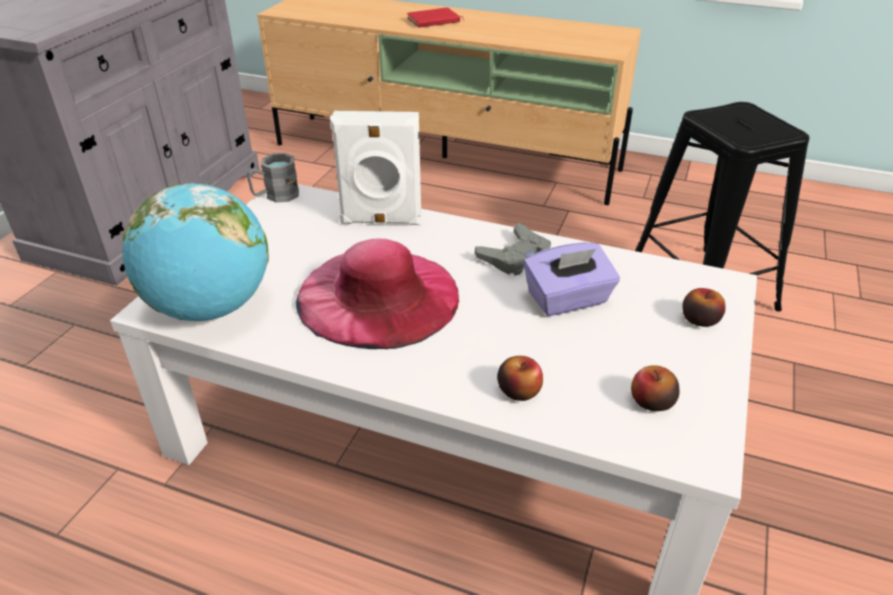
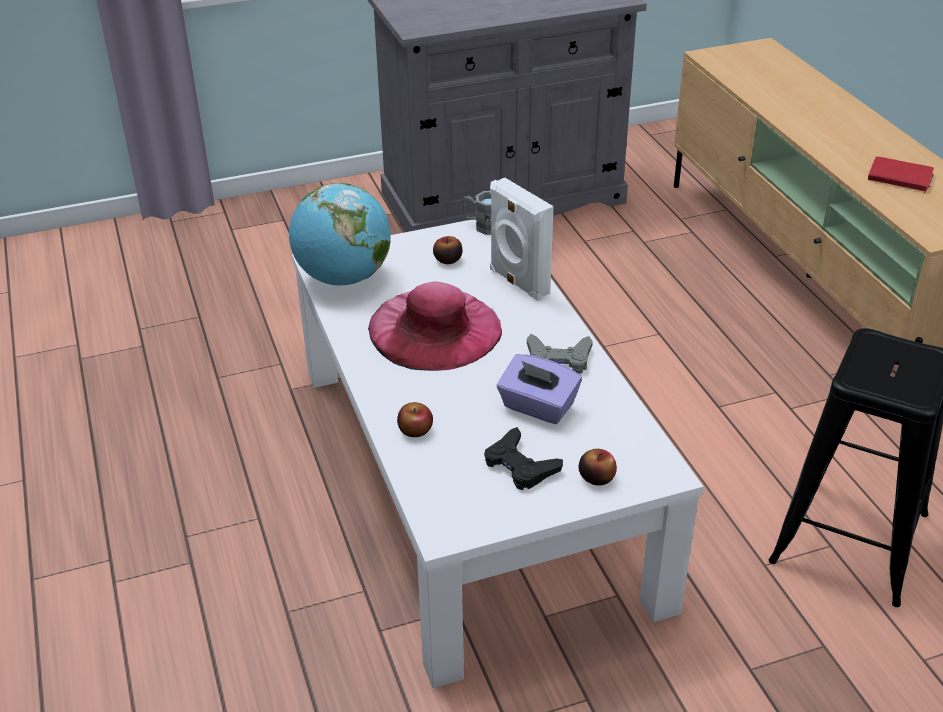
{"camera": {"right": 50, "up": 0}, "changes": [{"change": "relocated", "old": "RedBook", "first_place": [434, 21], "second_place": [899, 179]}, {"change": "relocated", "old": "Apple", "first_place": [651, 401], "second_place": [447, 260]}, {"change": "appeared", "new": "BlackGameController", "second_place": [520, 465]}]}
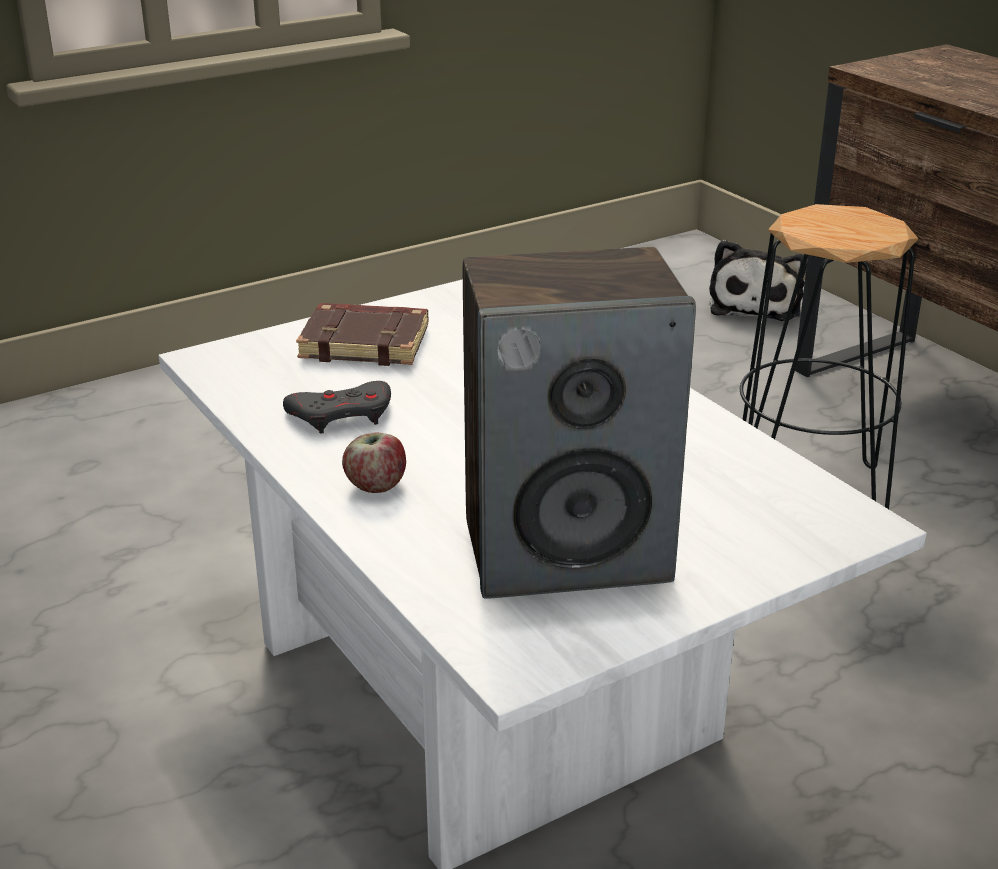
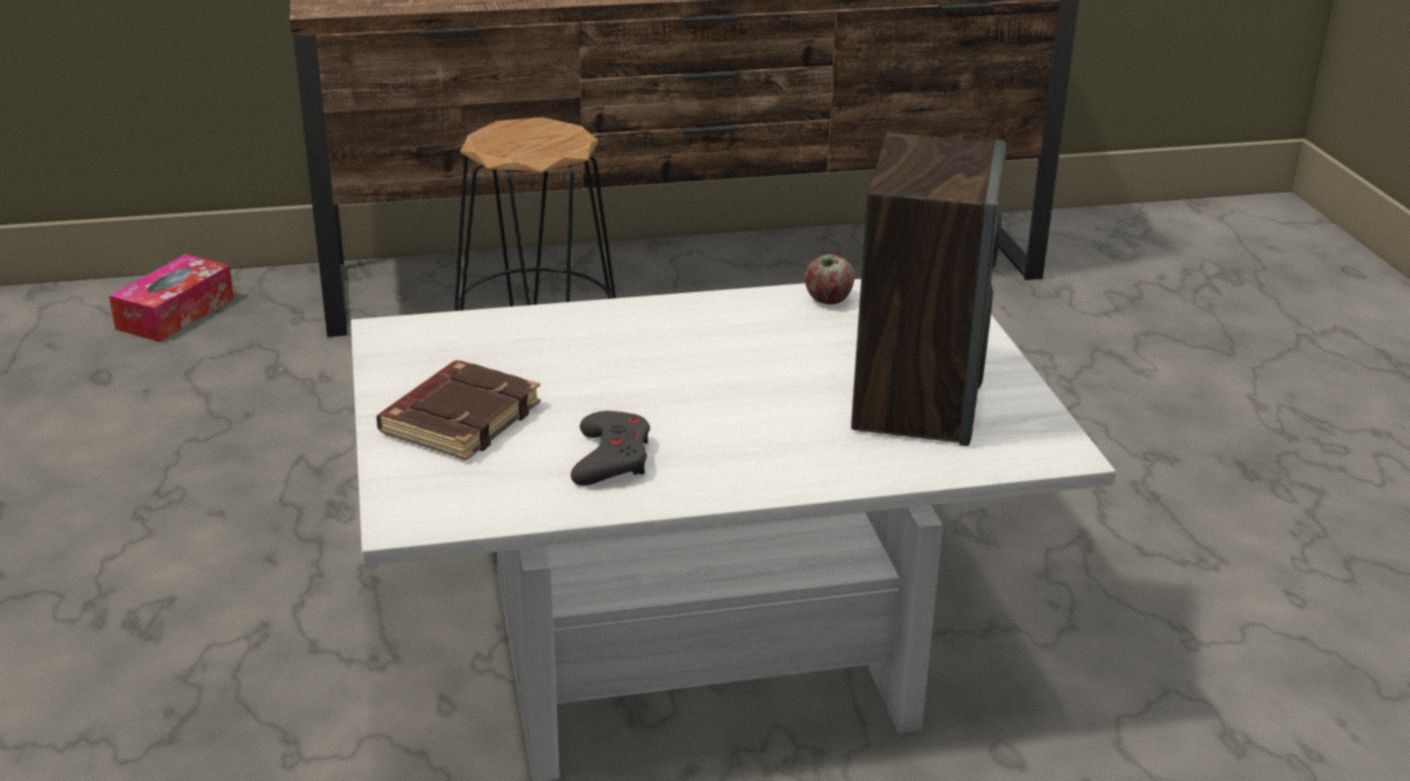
{"camera": {"right": -70, "up": 0}, "changes": [{"change": "exchanged", "old": "PlushToy", "new": "TissueBox", "first_place": [755, 304], "second_place": [175, 313]}, {"change": "relocated", "old": "Apple", "first_place": [375, 485], "second_place": [827, 300]}]}
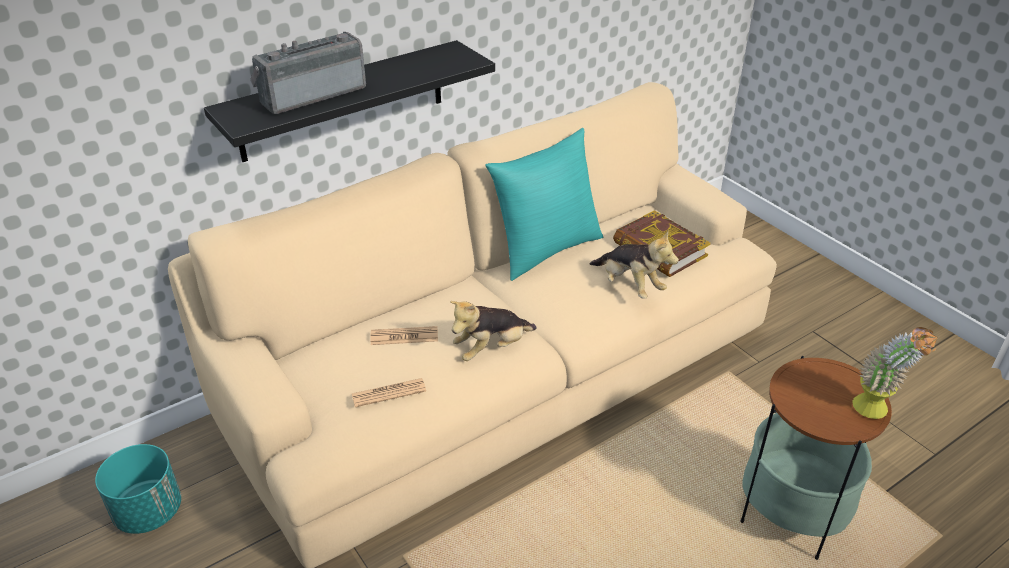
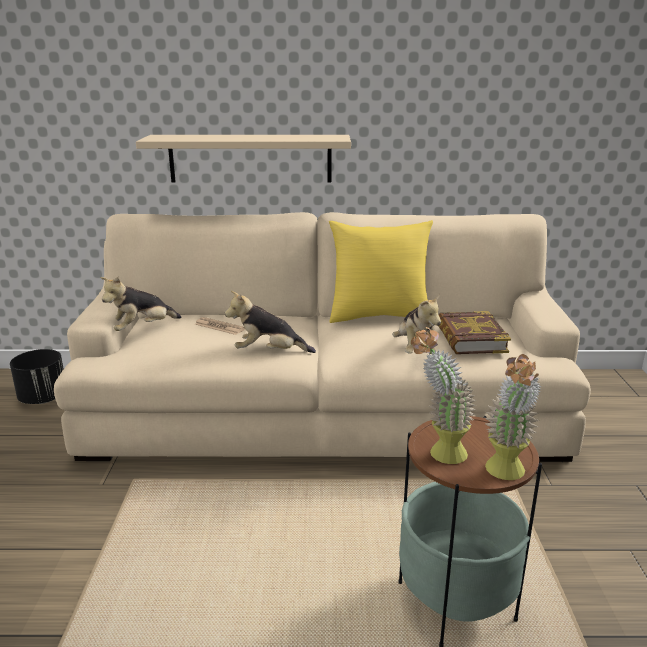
{"camera": {"right": 35, "up": -15}, "changes": [{"change": "missing", "old": "Radio", "first_place": [312, 94]}, {"change": "colour", "old": "BlackShelf", "new": "BeigeShelf", "first_place": [343, 101], "second_place": [250, 158]}, {"change": "colour", "old": "TurquoisePillow", "new": "YellowPillow", "first_place": [546, 250], "second_place": [379, 316]}, {"change": "missing", "old": "Newspaper", "first_place": [389, 393]}, {"change": "colour", "old": "TurquoisePlanter", "new": "BlackPlanter", "first_place": [148, 511], "second_place": [43, 398]}, {"change": "appeared", "new": "PlushToy", "second_place": [142, 328]}, {"change": "appeared", "new": "PottedPlant", "second_place": [438, 453]}]}
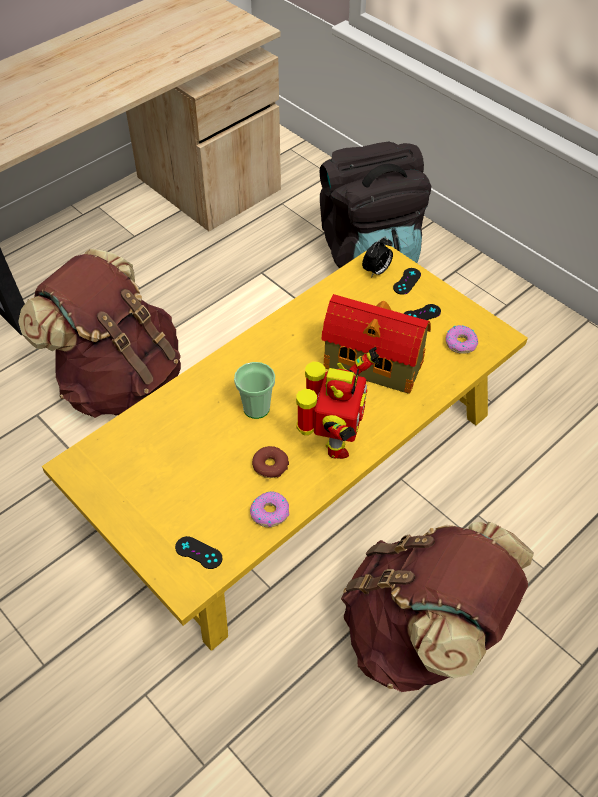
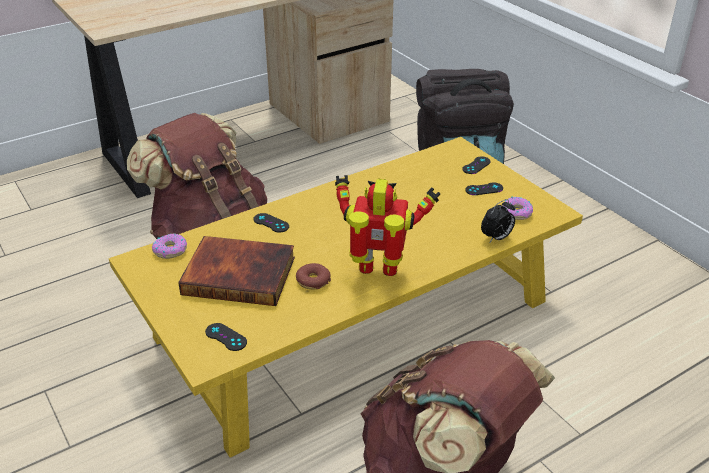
{"camera": {"right": 10, "up": -15}, "changes": [{"change": "relocated", "old": "AlarmClock", "first_place": [376, 271], "second_place": [496, 238]}, {"change": "missing", "old": "ToyHouse", "first_place": [375, 366]}, {"change": "spun", "old": "ToyRobot", "first_place": [335, 443], "second_place": [379, 271], "degrees": -105}, {"change": "missing", "old": "Cup", "first_place": [256, 408]}, {"change": "relocated", "old": "Donut", "first_place": [269, 512], "second_place": [170, 250]}, {"change": "appeared", "new": "BlackGameController", "second_place": [271, 223]}, {"change": "appeared", "new": "Book", "second_place": [240, 274]}]}
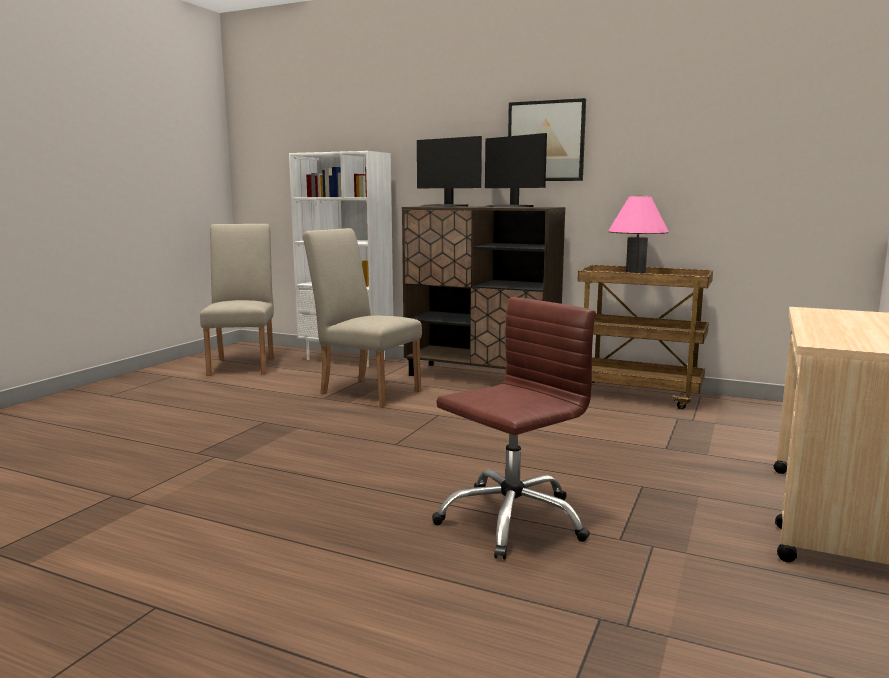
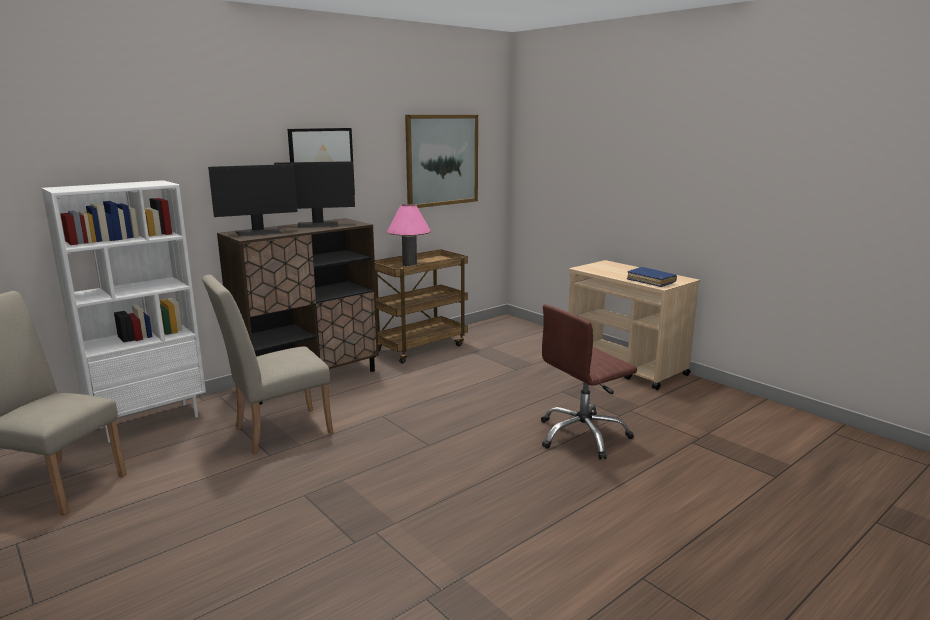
{"camera": {"right": -65, "up": 5}, "changes": [{"change": "spun", "old": "BrownOfficeChair", "first_place": [511, 519], "second_place": [582, 436], "degrees": -105}, {"change": "appeared", "new": "Picture", "second_place": [442, 160]}, {"change": "appeared", "new": "BlueBook", "second_place": [651, 281]}]}
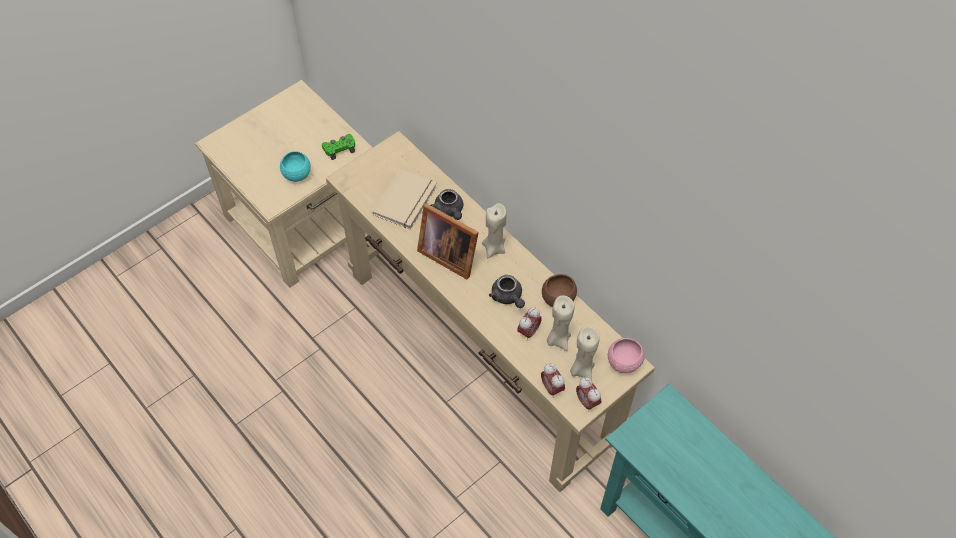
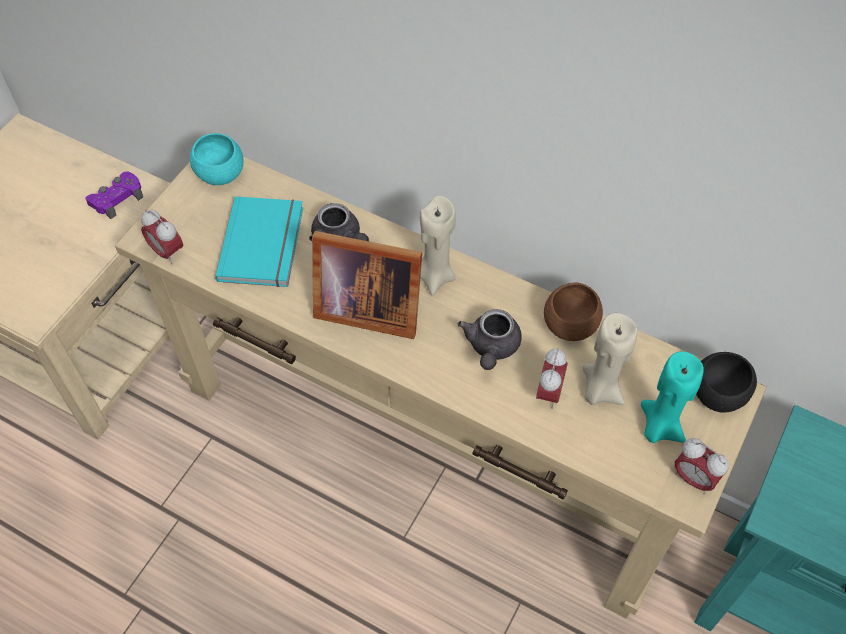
{"camera": {"right": -20, "up": 0}, "changes": [{"change": "colour", "old": "GreenGameController", "new": "PurpleGameController", "first_place": [339, 148], "second_place": [117, 198]}, {"change": "relocated", "old": "TurquoiseBowl", "first_place": [297, 174], "second_place": [220, 174]}, {"change": "colour", "old": "BeigeBook", "new": "TurquoiseBook", "first_place": [407, 201], "second_place": [264, 243]}, {"change": "spun", "old": "GreyTeapot", "first_place": [508, 297], "second_place": [491, 347], "degrees": 60}, {"change": "colour", "old": "BeigeCandle", "new": "TurquoiseCandle", "first_place": [581, 369], "second_place": [659, 427]}, {"change": "colour", "old": "PinkBowl", "new": "BlackBowl", "first_place": [624, 362], "second_place": [717, 394]}, {"change": "relocated", "old": "AlarmClock", "first_place": [551, 388], "second_place": [167, 252]}]}
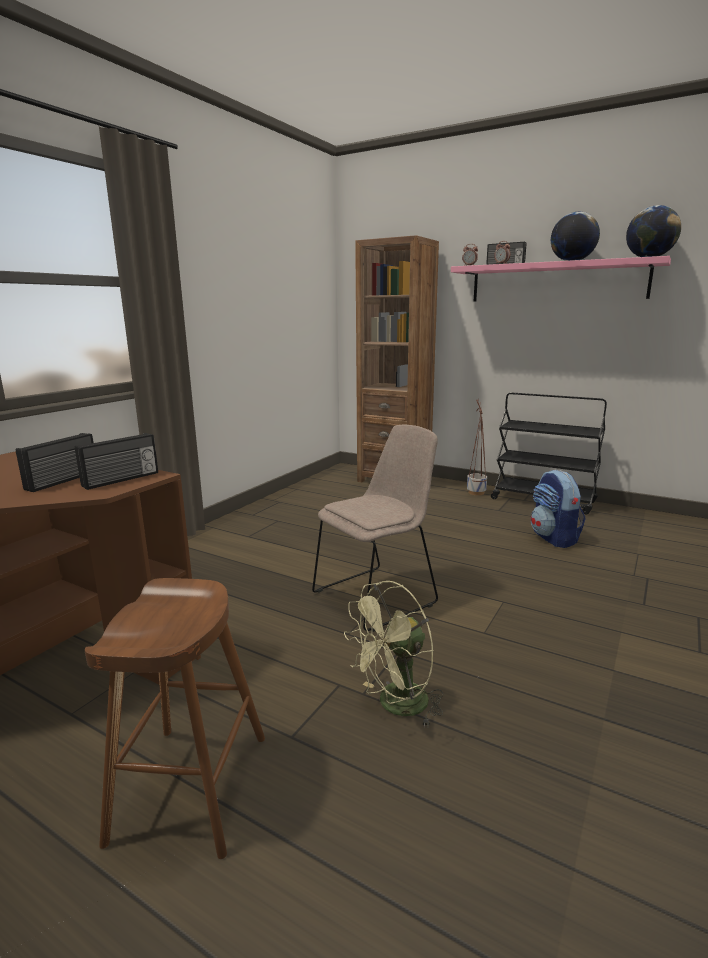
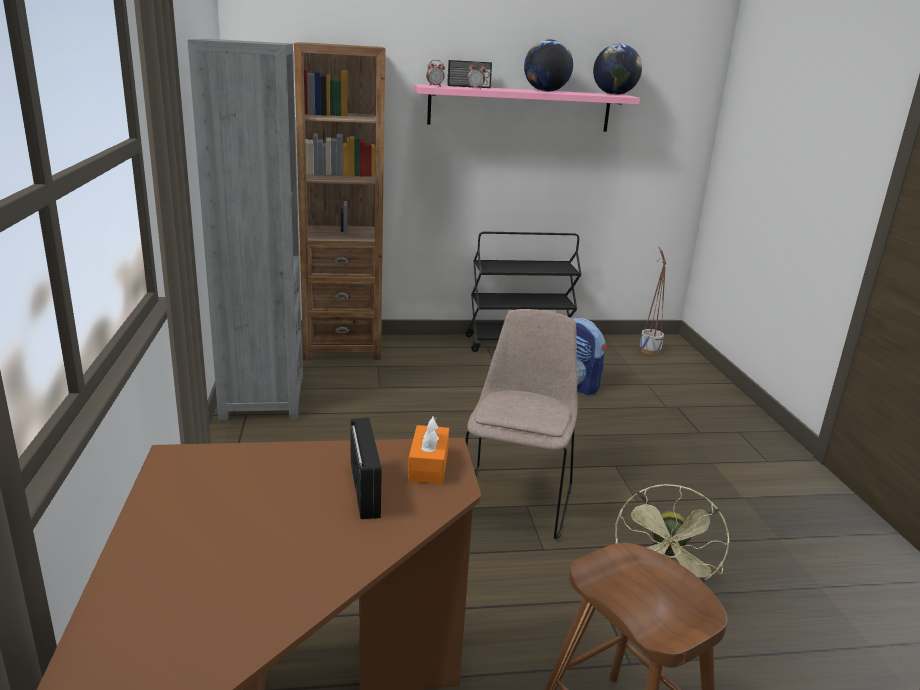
{"camera": {"right": -40, "up": 5}, "changes": [{"change": "relocated", "old": "Planter", "first_place": [476, 492], "second_place": [649, 351]}, {"change": "exchanged", "old": "Radio", "new": "OrangeTissueBox", "first_place": [121, 479], "second_place": [428, 465]}, {"change": "appeared", "new": "GreyBookcase", "second_place": [262, 399]}]}
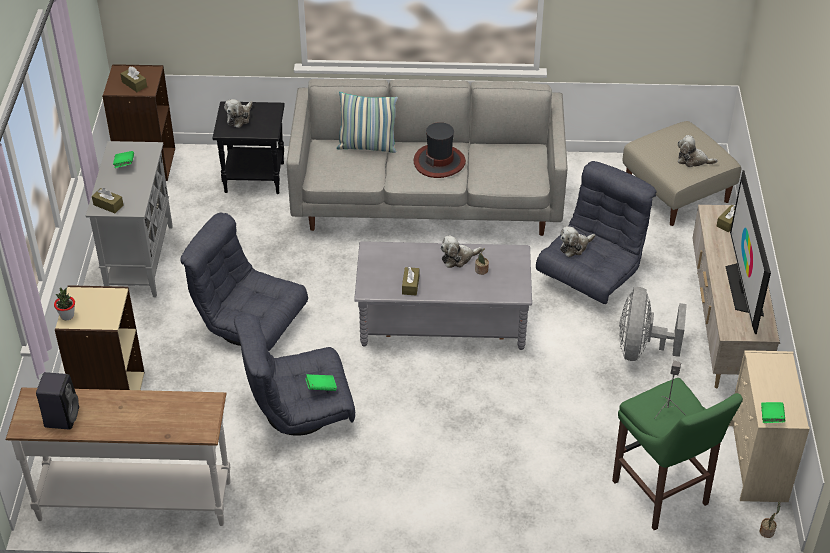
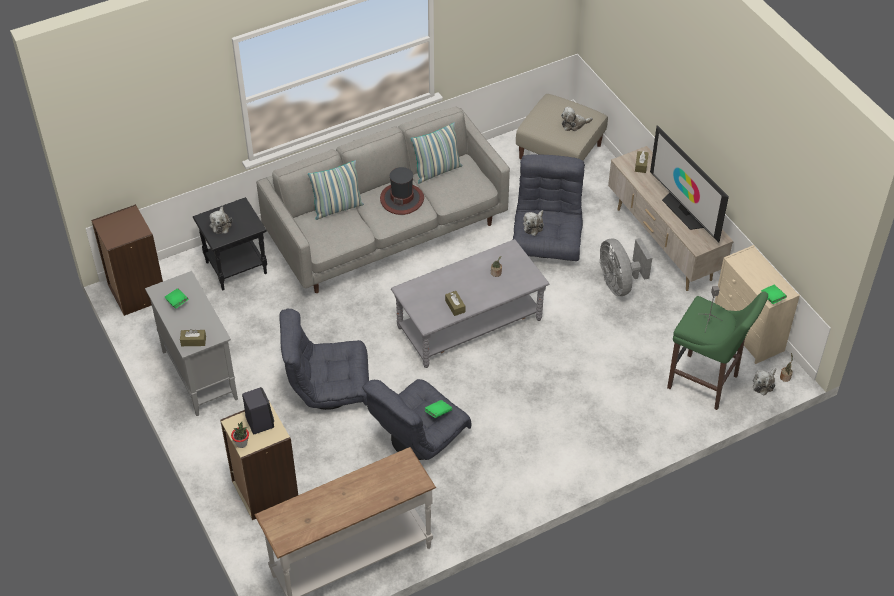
{"camera": {"right": -30, "up": 5}, "changes": [{"change": "missing", "old": "BrownTissueBox", "first_place": [134, 84]}, {"change": "relocated", "old": "PlushToy", "first_place": [458, 258], "second_place": [764, 384]}, {"change": "relocated", "old": "BlackSpeaker", "first_place": [62, 416], "second_place": [259, 422]}, {"change": "appeared", "new": "Pillow", "second_place": [437, 171]}]}
